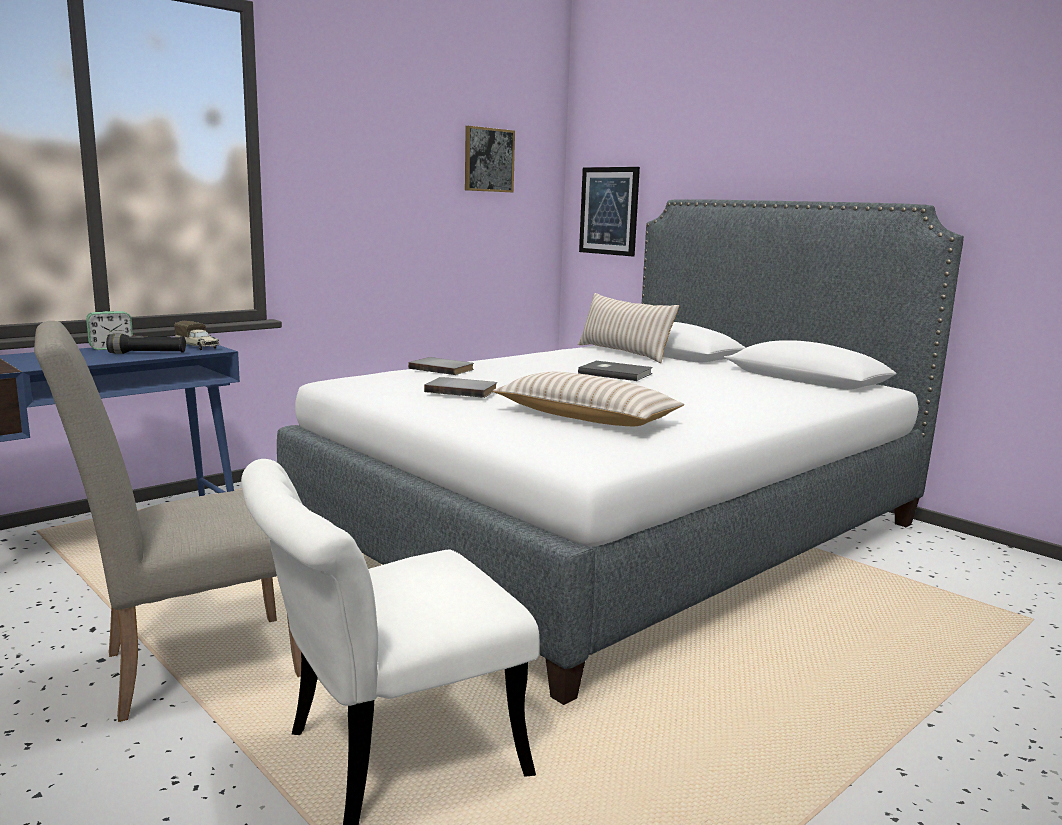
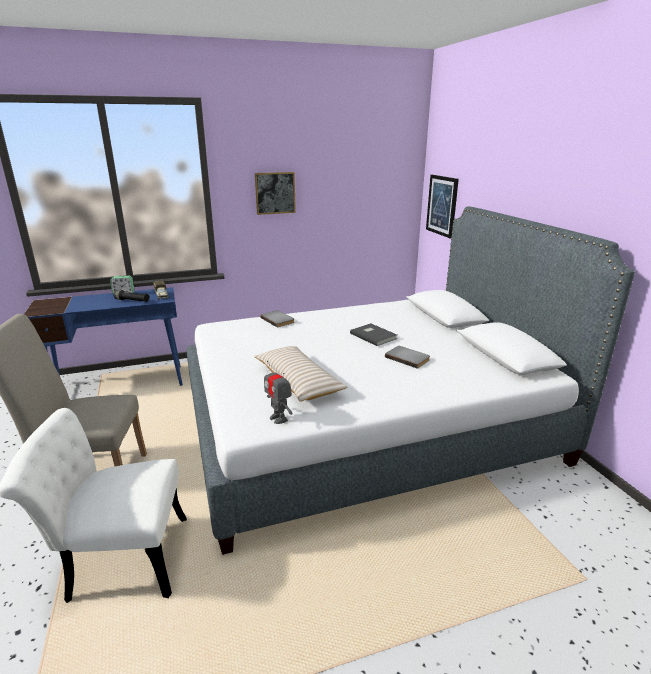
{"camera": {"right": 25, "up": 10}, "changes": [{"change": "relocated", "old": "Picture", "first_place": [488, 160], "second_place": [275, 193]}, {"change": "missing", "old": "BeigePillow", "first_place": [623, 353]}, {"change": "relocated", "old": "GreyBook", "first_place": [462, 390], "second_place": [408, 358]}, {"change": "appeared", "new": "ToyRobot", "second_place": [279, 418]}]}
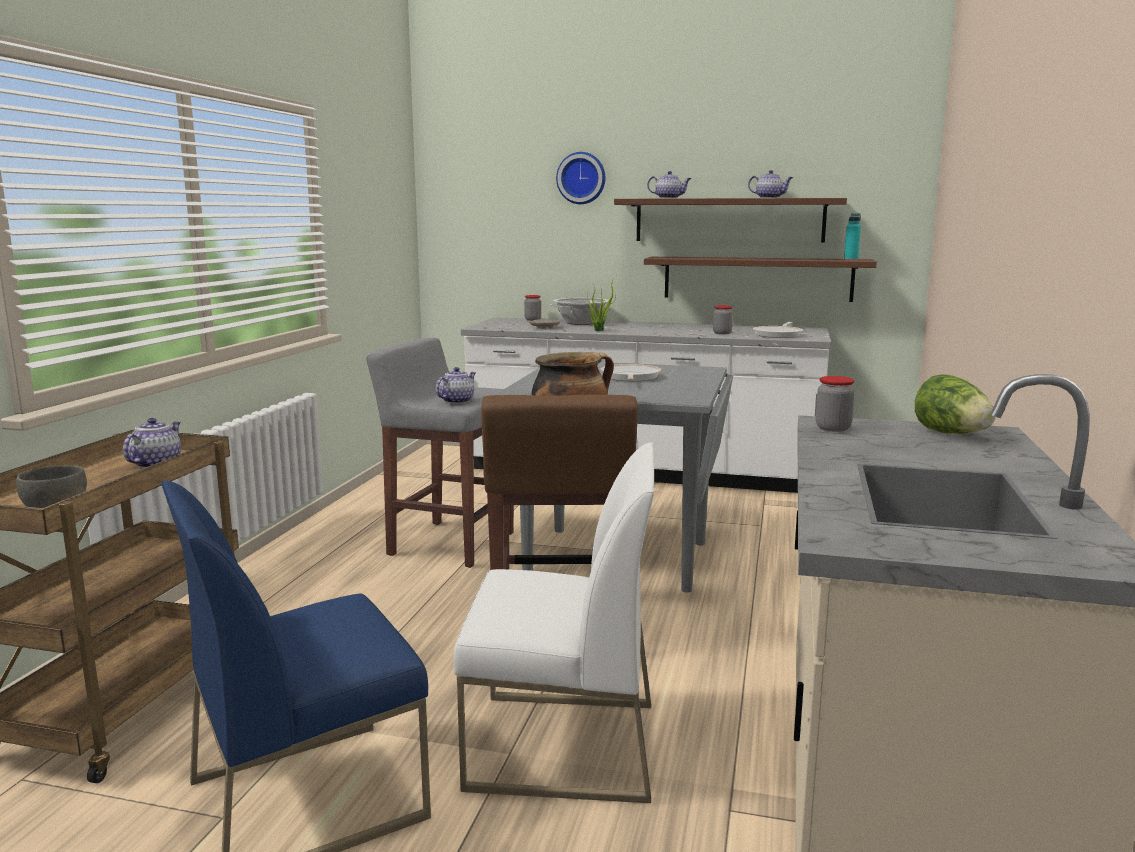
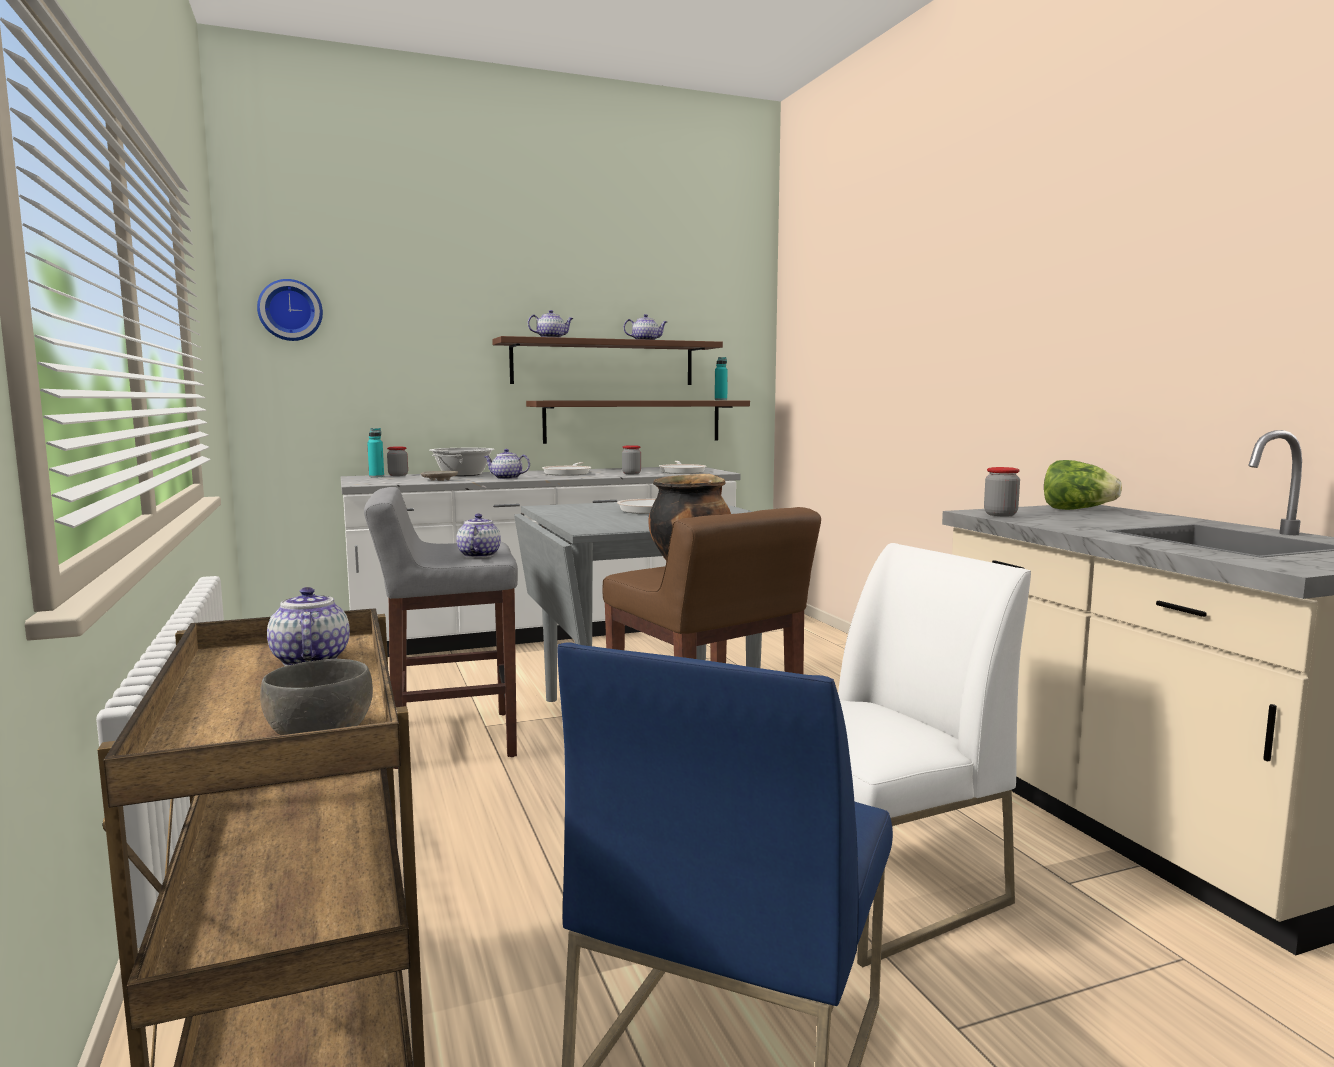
{"camera": {"right": -35, "up": -5}, "changes": [{"change": "relocated", "old": "WallClock", "first_place": [581, 178], "second_place": [290, 310]}, {"change": "exchanged", "old": "PottedPlant", "new": "Teapot", "first_place": [598, 330], "second_place": [506, 478]}, {"change": "appeared", "new": "TurquoiseBottle", "second_place": [376, 476]}, {"change": "appeared", "new": "FryingPan", "second_place": [568, 473]}]}
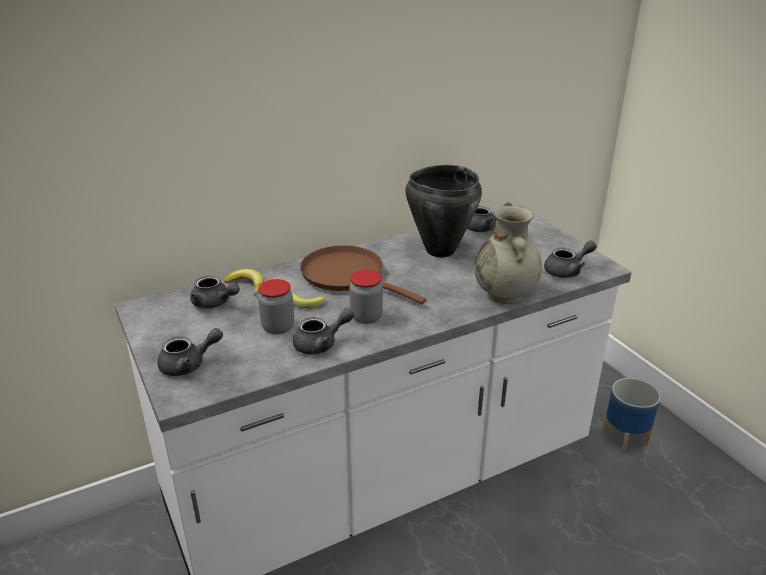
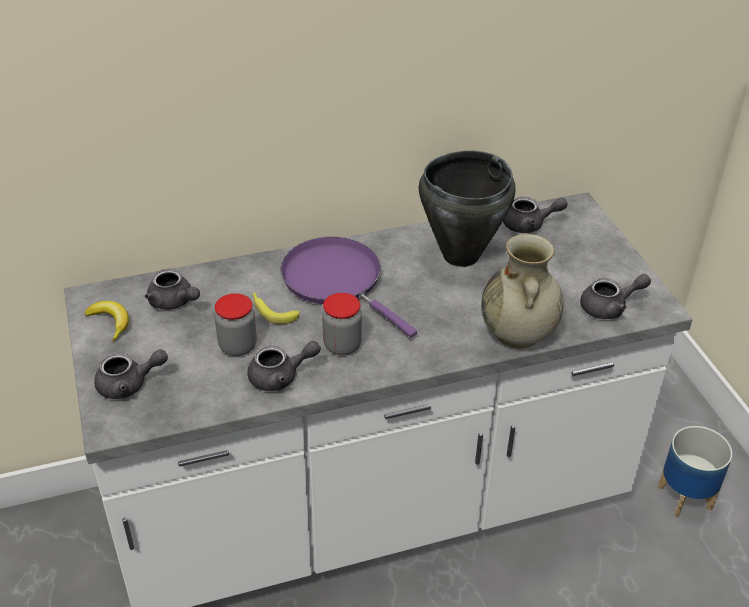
{"camera": {"right": 10, "up": 10}, "changes": [{"change": "colour", "old": "BrownFryingPan", "new": "PurpleFryingPan", "first_place": [347, 275], "second_place": [336, 281]}, {"change": "relocated", "old": "Banana", "first_place": [247, 285], "second_place": [110, 323]}]}
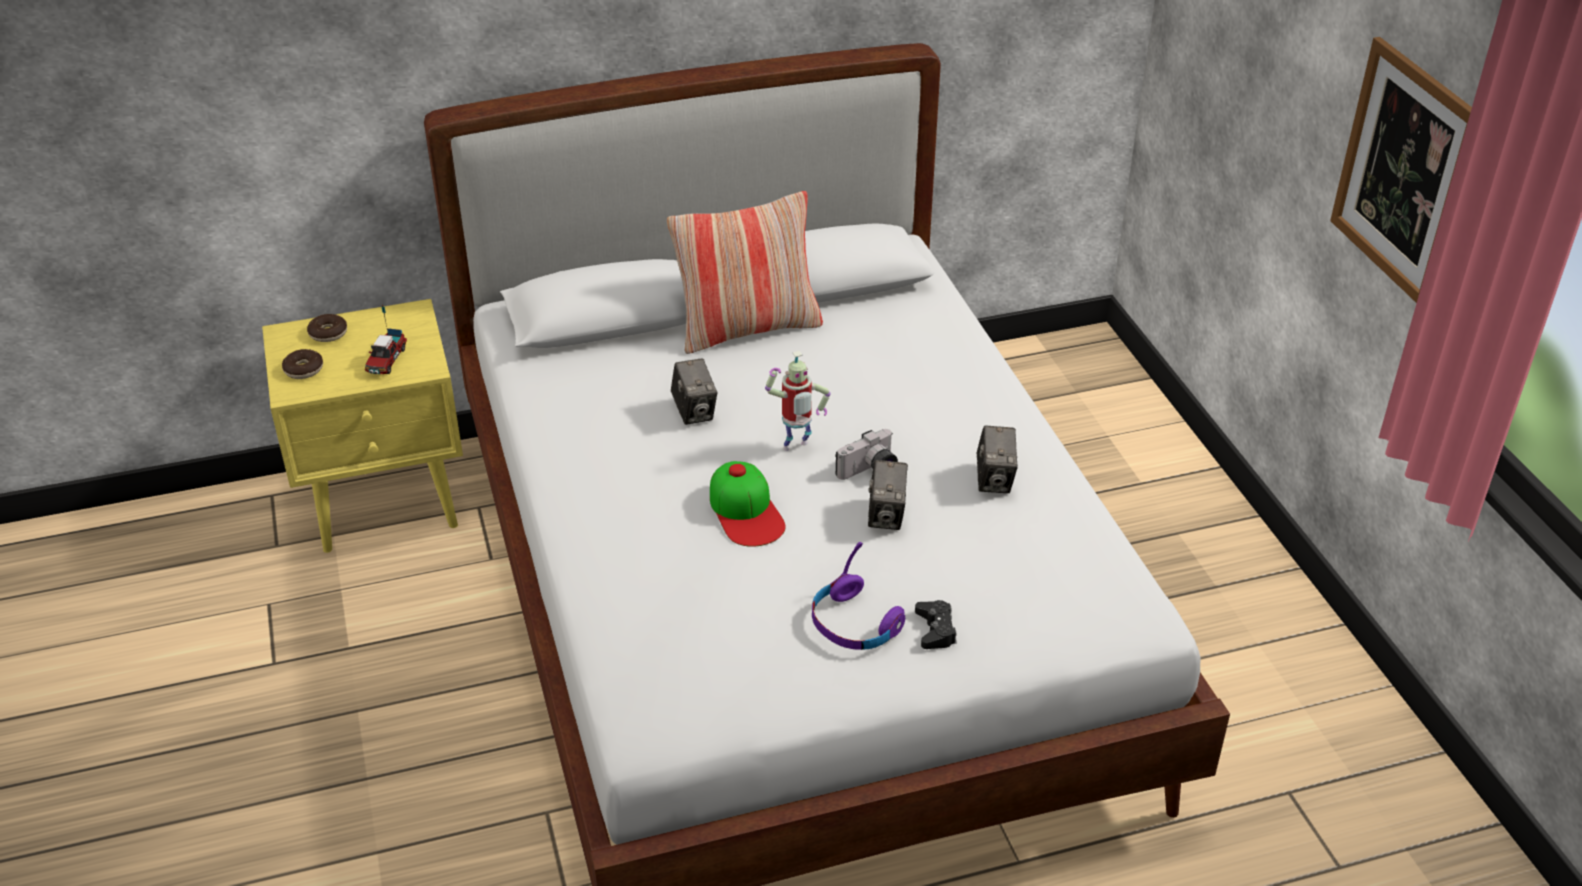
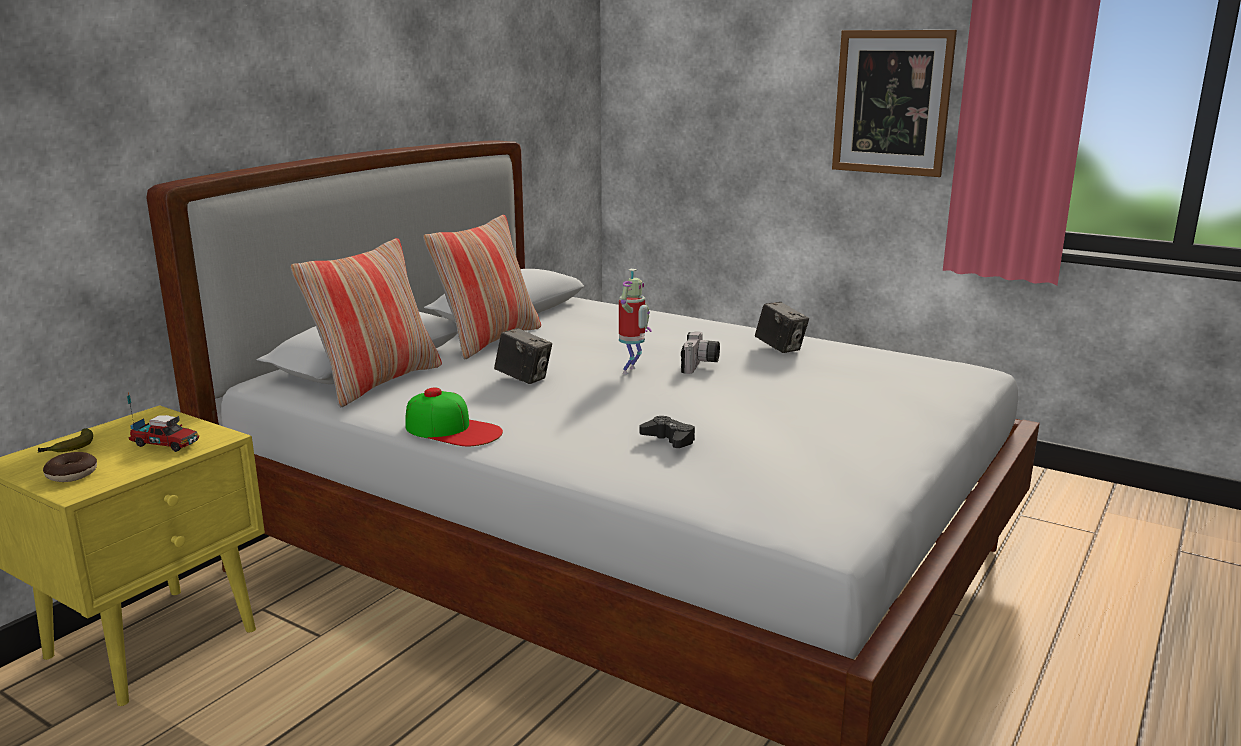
{"camera": {"right": -40, "up": -20}, "changes": [{"change": "spun", "old": "ToyTruck", "first_place": [386, 360], "second_place": [166, 444], "degrees": -45}, {"change": "exchanged", "old": "Donut", "new": "Banana", "first_place": [328, 333], "second_place": [69, 448]}, {"change": "missing", "old": "PhotoCamera", "first_place": [886, 516]}, {"change": "relocated", "old": "Cap", "first_place": [746, 511], "second_place": [453, 429]}, {"change": "missing", "old": "PurpleHeadphones", "first_place": [854, 624]}, {"change": "relocated", "old": "BlackGameController", "first_place": [935, 630], "second_place": [669, 439]}, {"change": "appeared", "new": "Pillow", "second_place": [377, 382]}]}
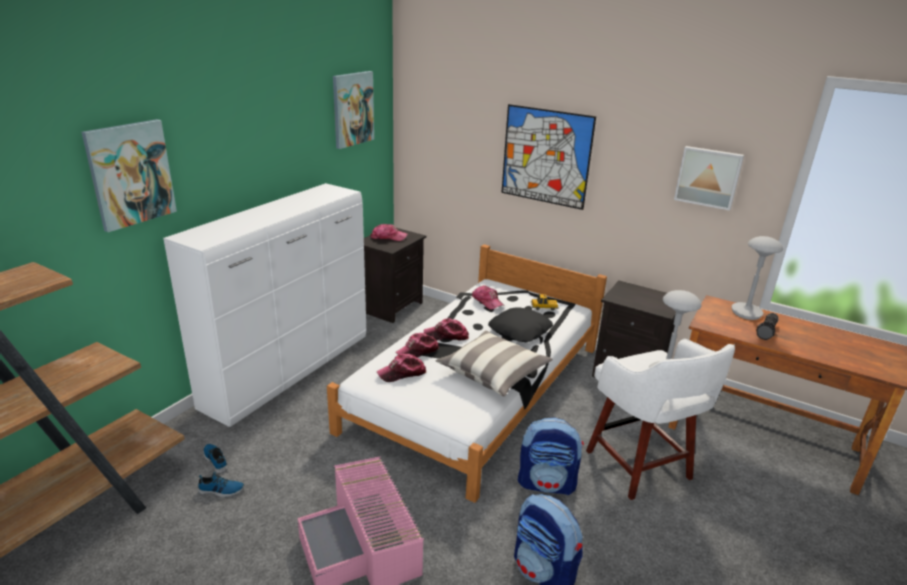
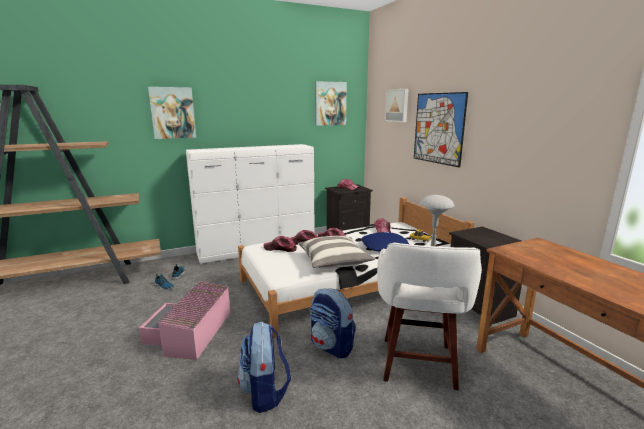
{"camera": {"right": 35, "up": -10}, "changes": [{"change": "relocated", "old": "Picture", "first_place": [708, 177], "second_place": [397, 105]}, {"change": "missing", "old": "GreyTableLamp", "first_place": [746, 312]}, {"change": "colour", "old": "BlackPillow", "new": "BluePillow", "first_place": [520, 331], "second_place": [384, 247]}, {"change": "missing", "old": "Flashlight", "first_place": [767, 331]}]}
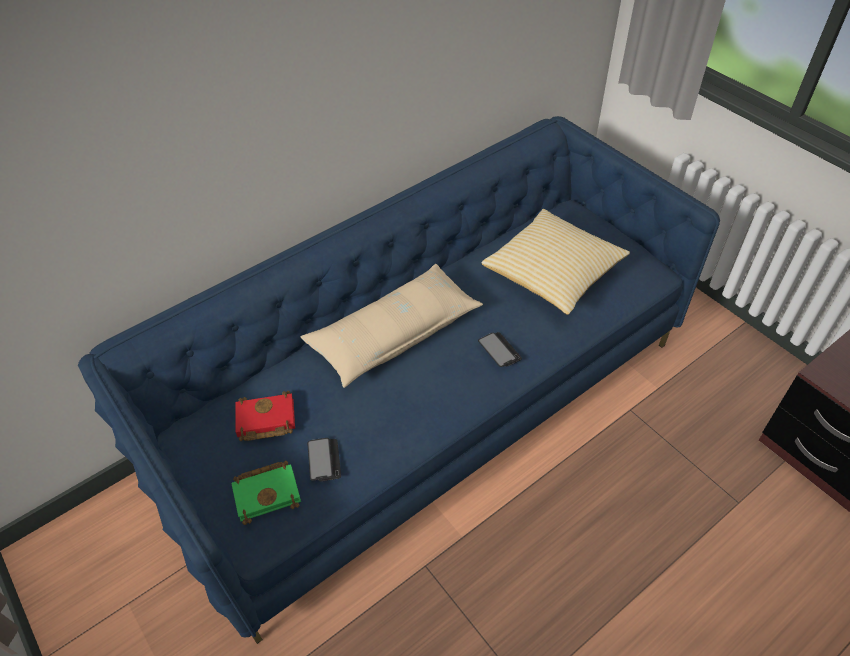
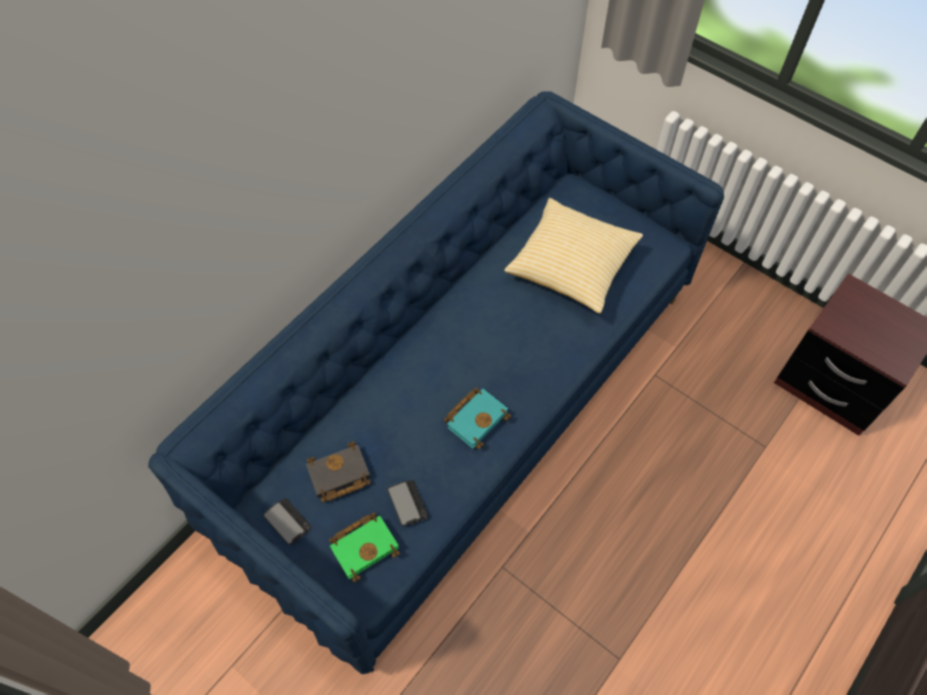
{"camera": {"right": -15, "up": 10}, "changes": [{"change": "missing", "old": "BeigePillow", "first_place": [394, 333]}, {"change": "relocated", "old": "Phone", "first_place": [499, 350], "second_place": [287, 521]}, {"change": "colour", "old": "RedBook", "new": "BlackBook", "first_place": [264, 421], "second_place": [338, 476]}, {"change": "appeared", "new": "TurquoiseBook", "second_place": [476, 417]}]}
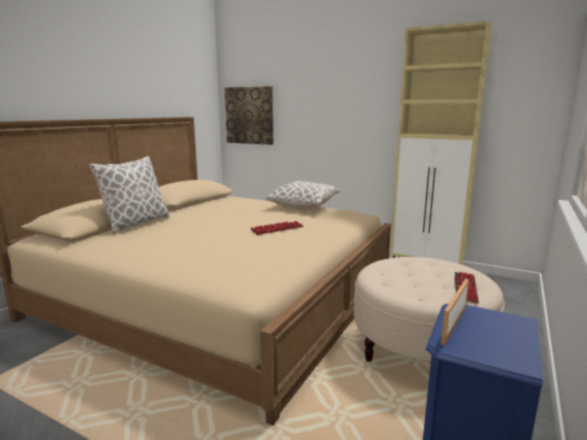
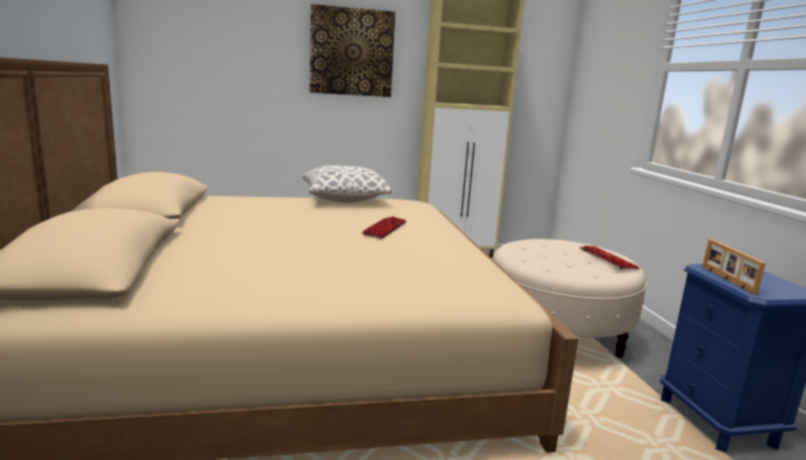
{"camera": {"right": -40, "up": 0}, "changes": [{"change": "relocated", "old": "Picture", "first_place": [249, 115], "second_place": [351, 52]}, {"change": "missing", "old": "Pillow", "first_place": [136, 224]}]}
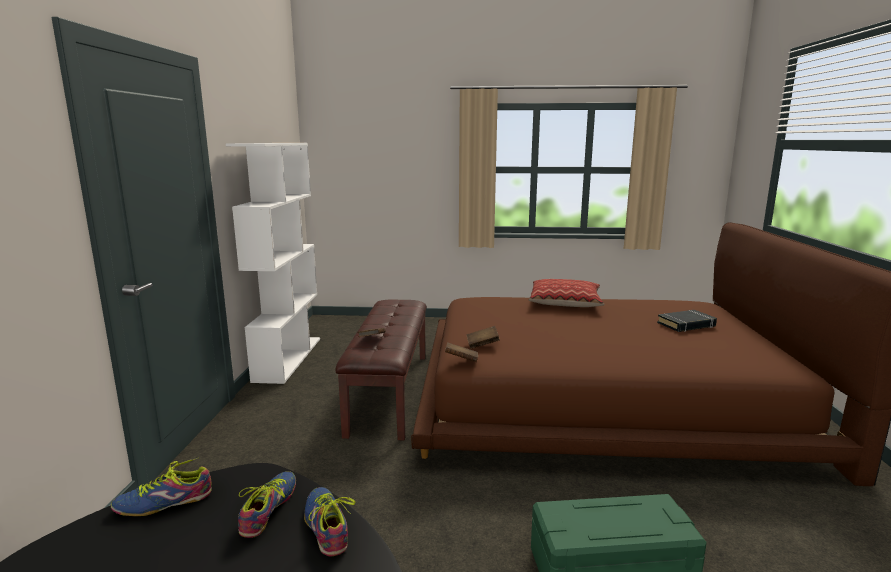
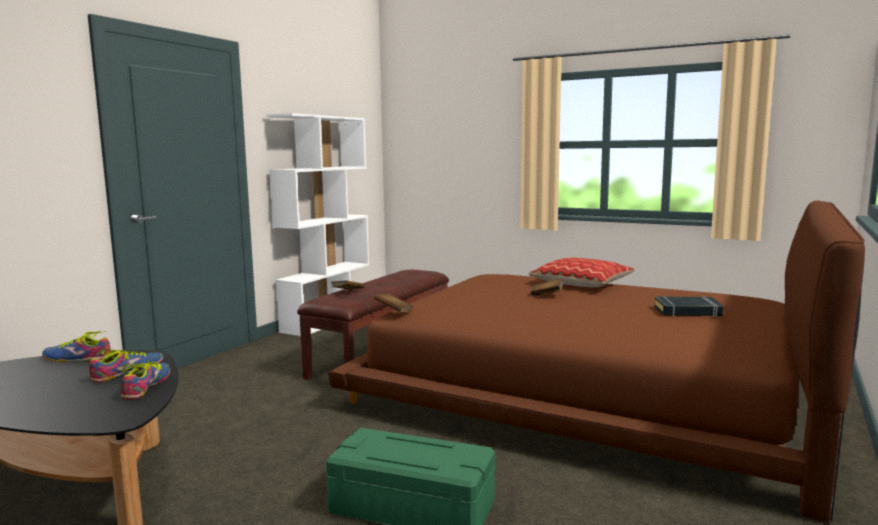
{"camera": {"right": 25, "up": -5}, "changes": [{"change": "relocated", "old": "BrownBook", "first_place": [482, 345], "second_place": [546, 295]}]}
